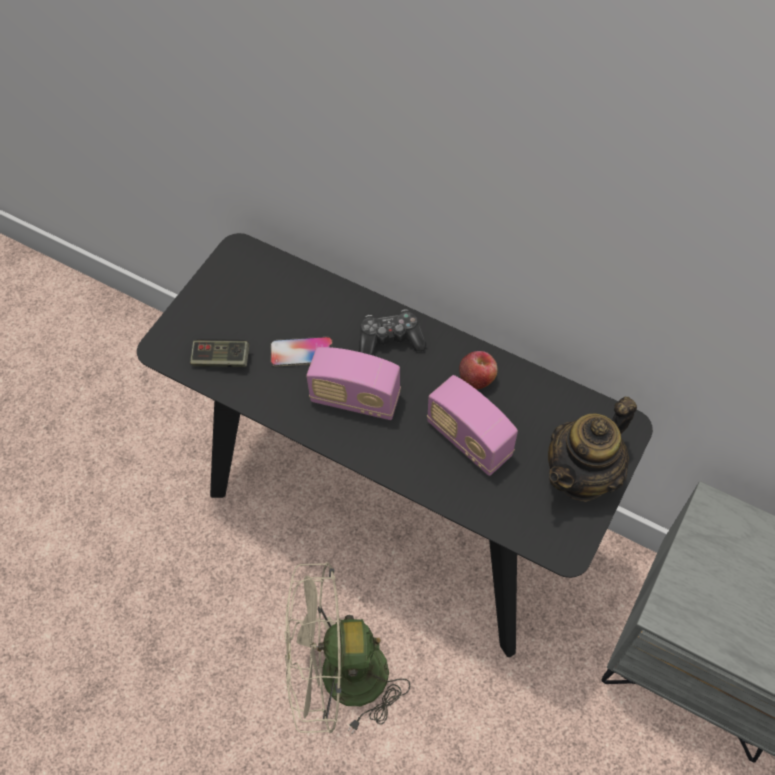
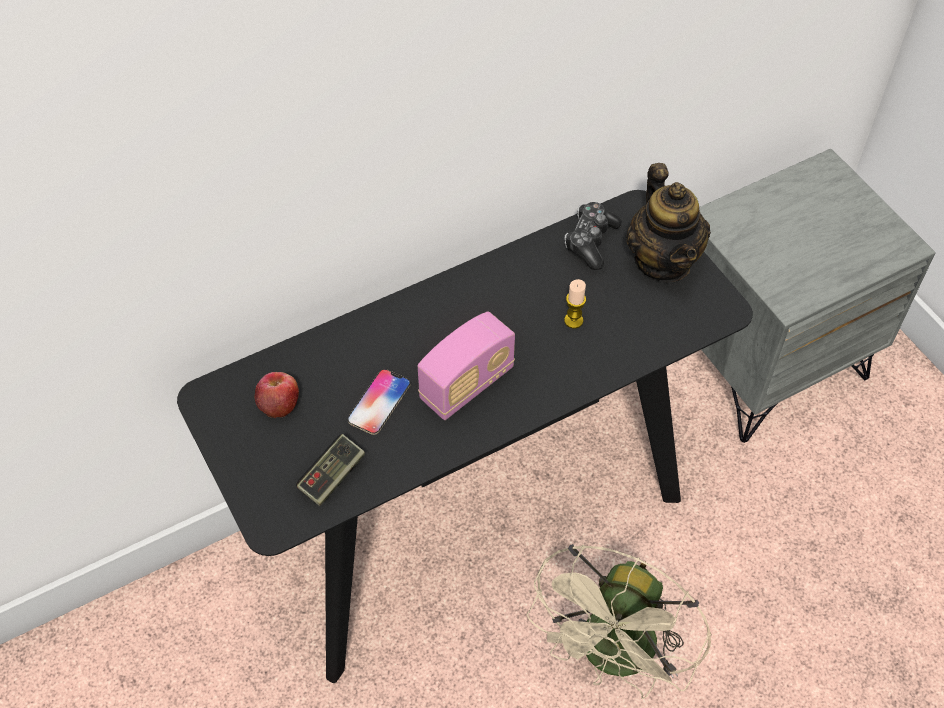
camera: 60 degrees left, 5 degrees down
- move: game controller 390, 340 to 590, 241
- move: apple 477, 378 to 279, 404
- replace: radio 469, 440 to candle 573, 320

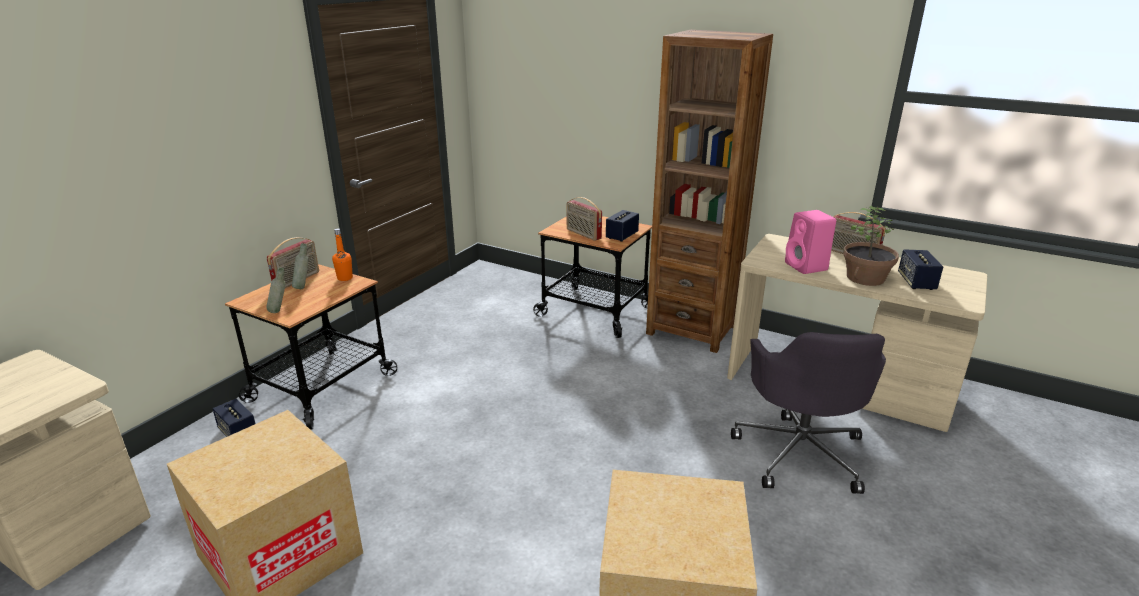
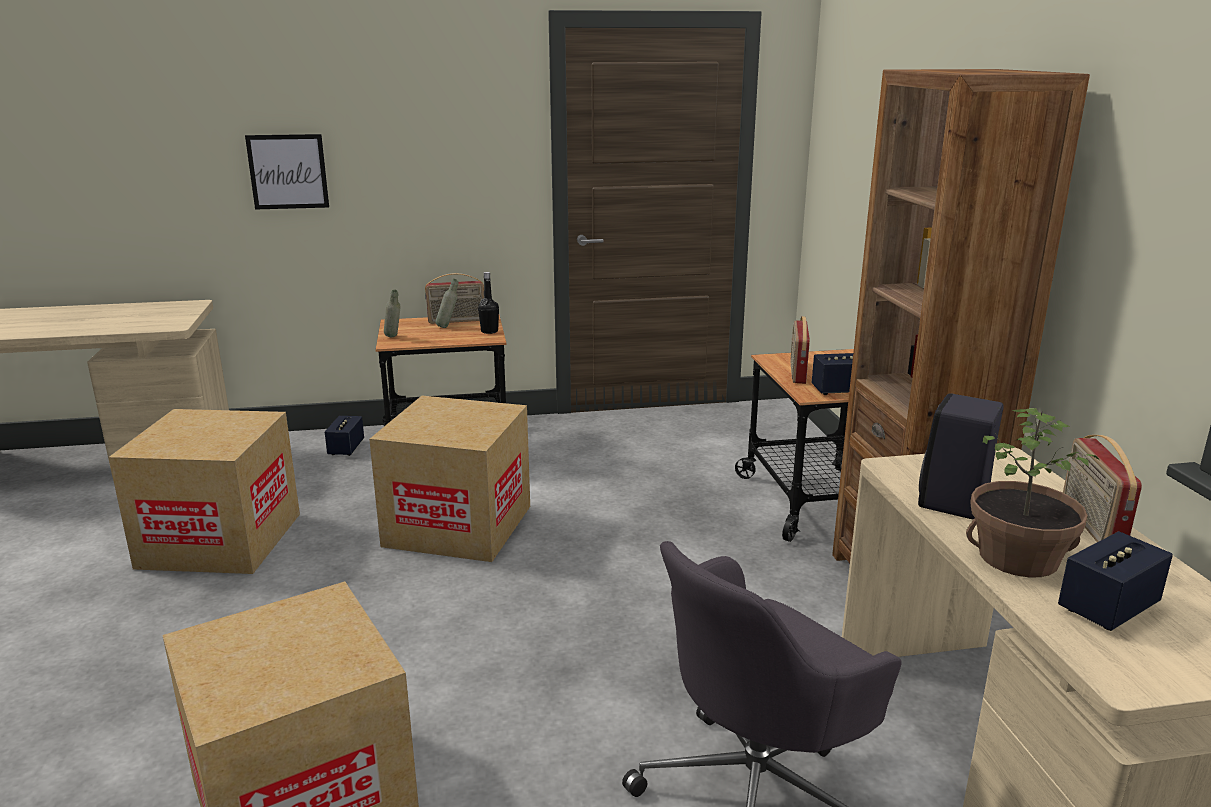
camera: 50 degrees right, 5 degrees down
- recolor: pink speaker 807, 267 to black speaker 953, 503
- recolor: orange bottle 345, 278 to black bottle 489, 331
- insert: picture 288, 171
- insert: cardboard box 458, 525

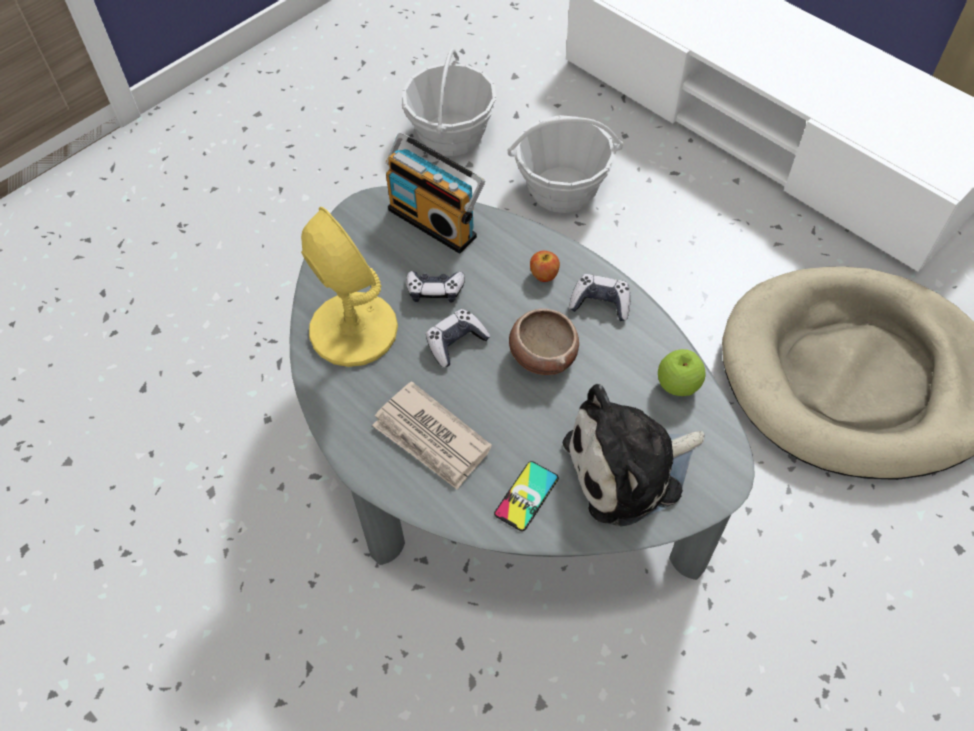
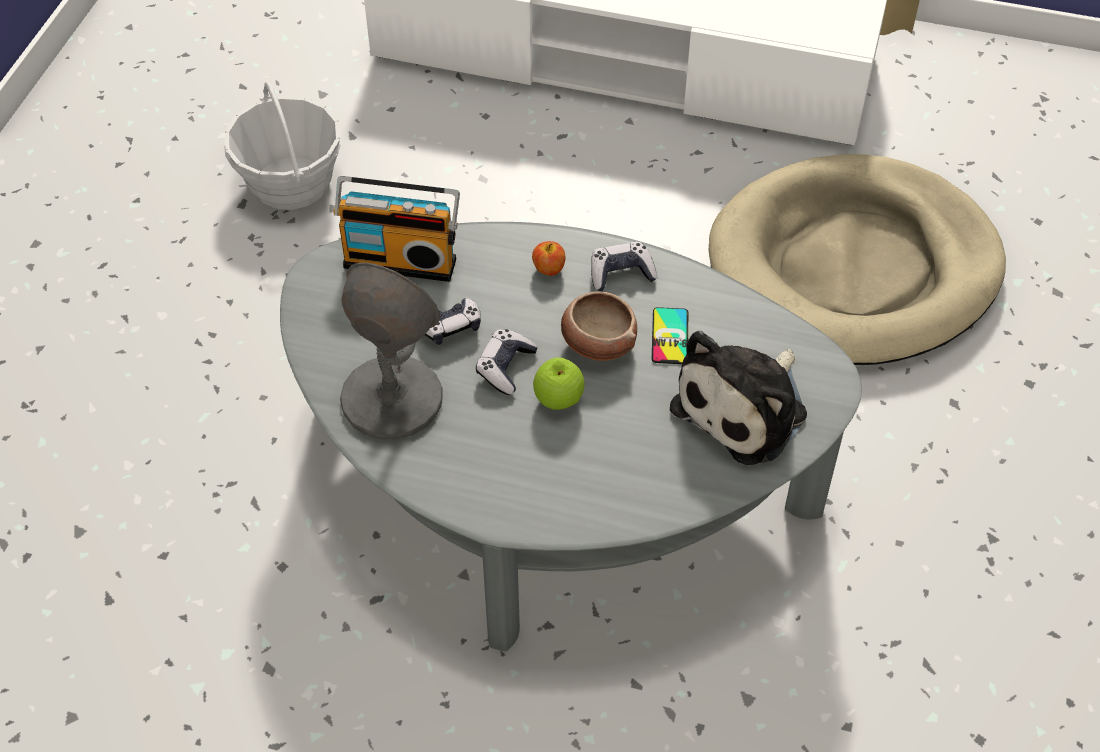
camera: 30 degrees left, 5 degrees down
- delete: basket 562, 189
- recolor: yellow table lamp 353, 330 to grey table lamp 391, 399
- move: apple 678, 385 to 558, 399
- delete: newspaper 431, 438
- move: phone 526, 496 to 670, 336

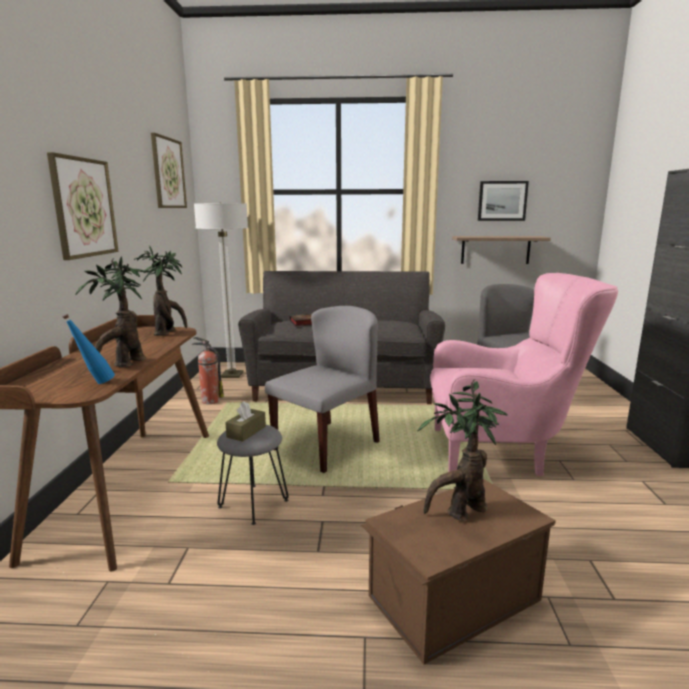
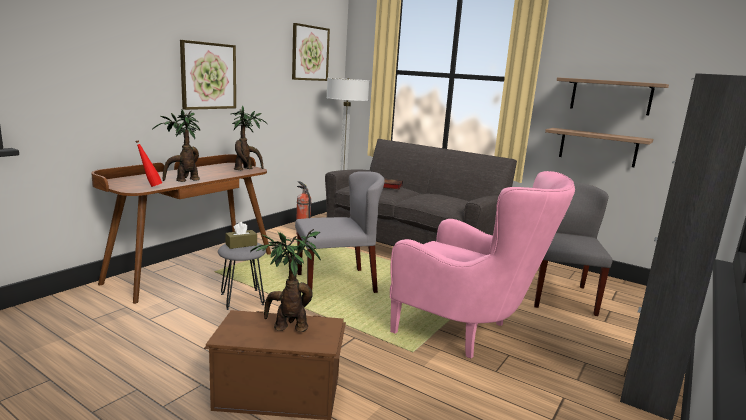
camera: 30 degrees right, 0 degrees up
- replace: picture 502, 201 to shelf 610, 96
- recolor: blue bottle 95, 383 to red bottle 150, 186

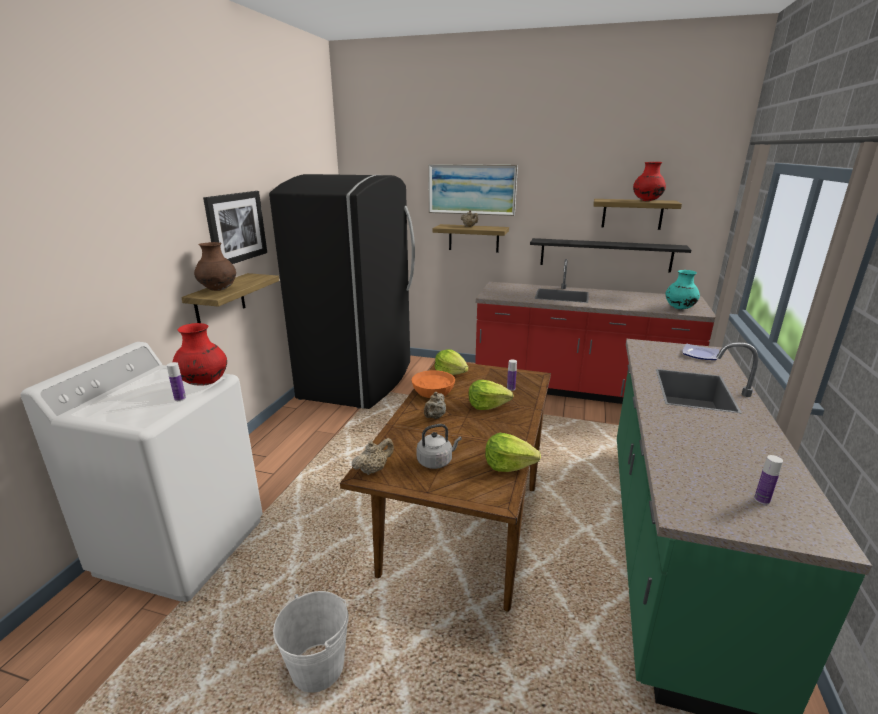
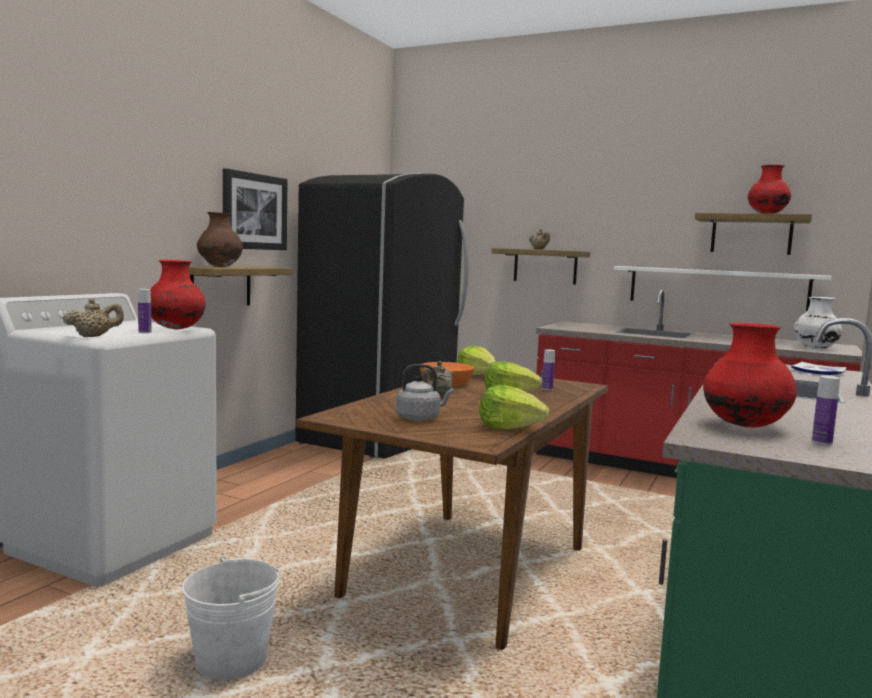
camera: 10 degrees right, 15 degrees down
- delete: picture 472, 189
- recolor: black shelf 605, 255 to white shelf 716, 288
- recolor: turquoise vase 679, 308 to white vase 815, 348
- move: beige teapot 373, 470 to 94, 336
- insert: red vase 745, 426

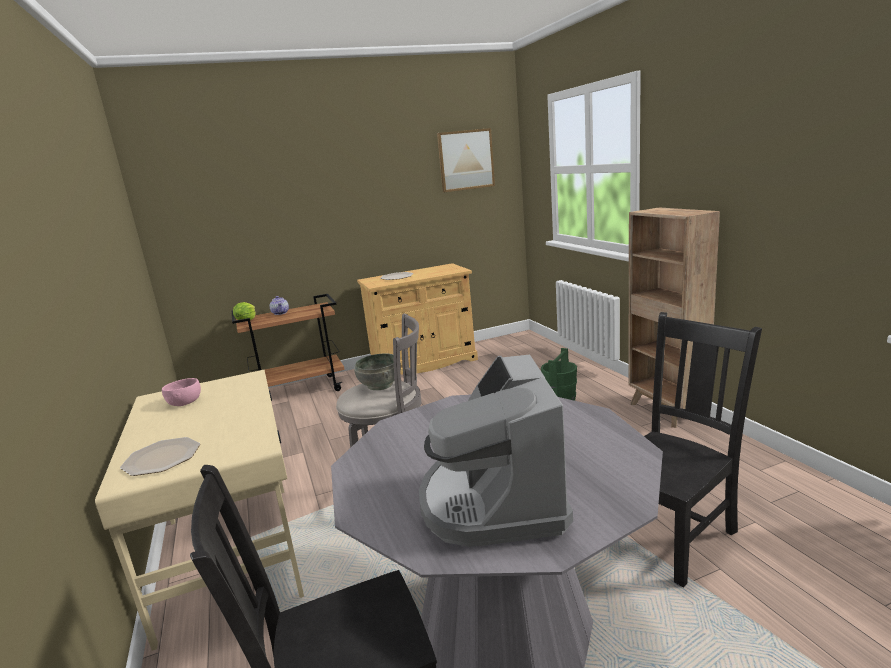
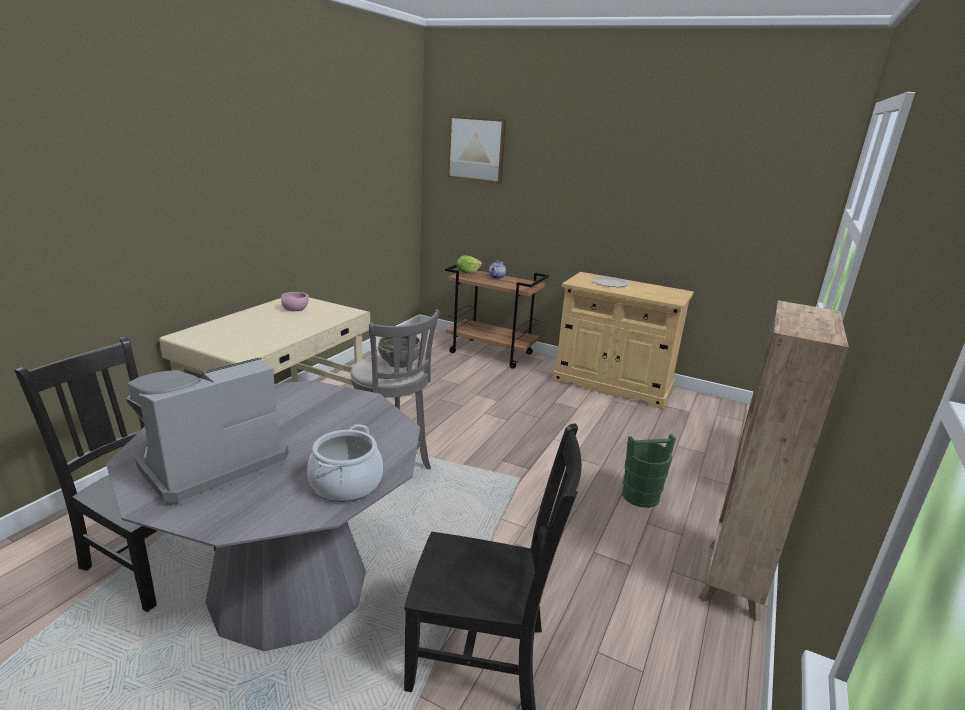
camera: 45 degrees right, 5 degrees up
- move: picture 466, 160 to 476, 149
- delete: plate 161, 458
- insert: cooking pot 346, 484

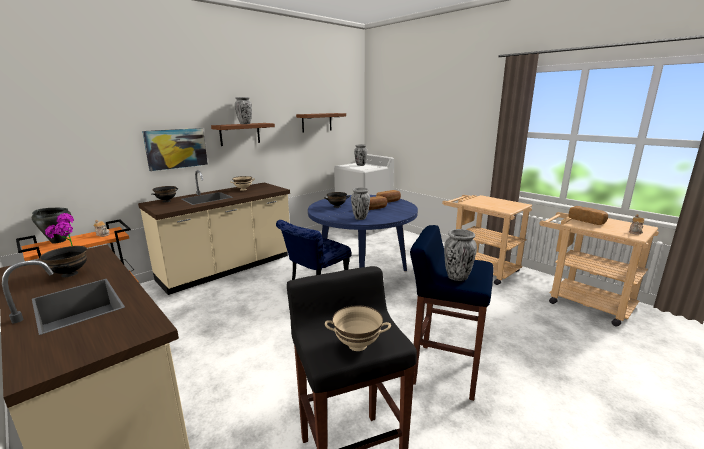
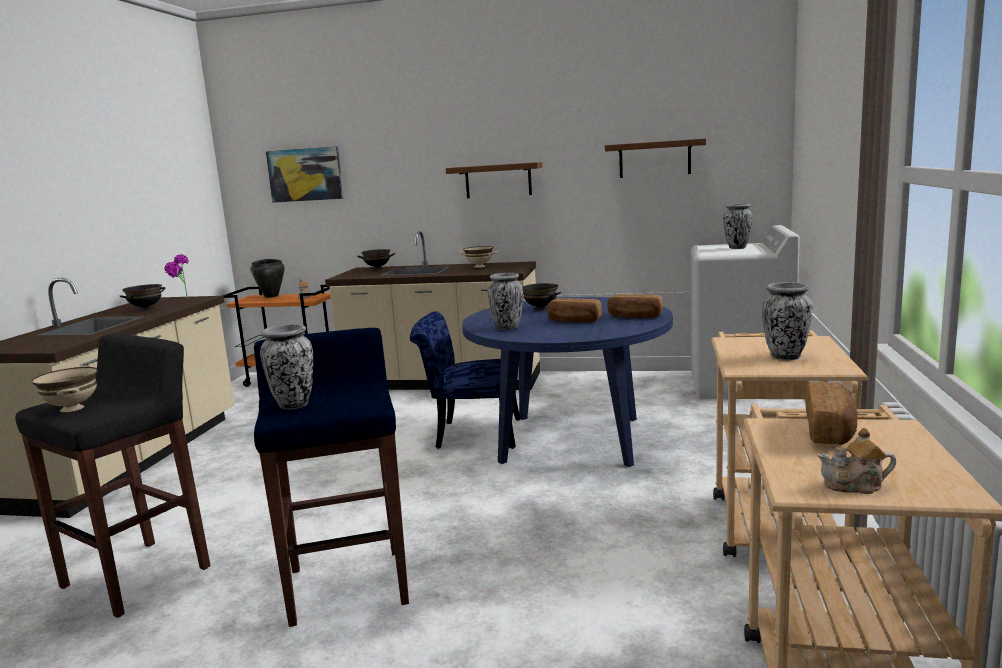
camera: 55 degrees right, 5 degrees down
- move: vase 245, 124 to 785, 356
- move: picture 176, 148 to 305, 174

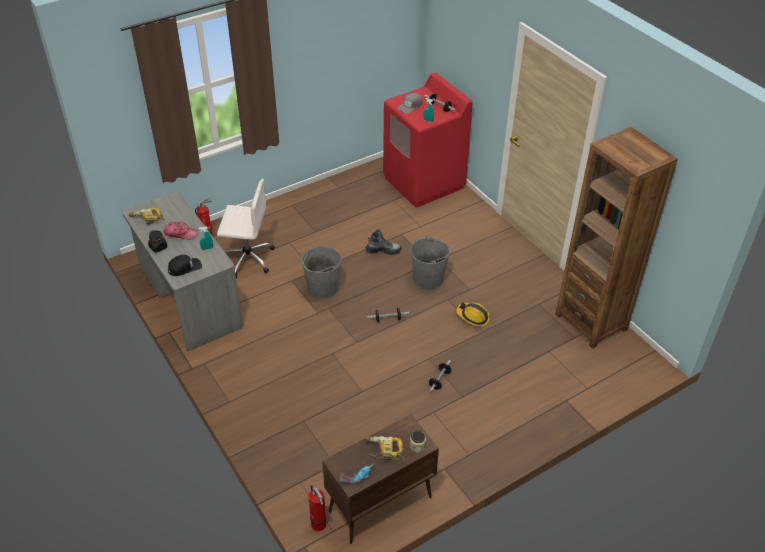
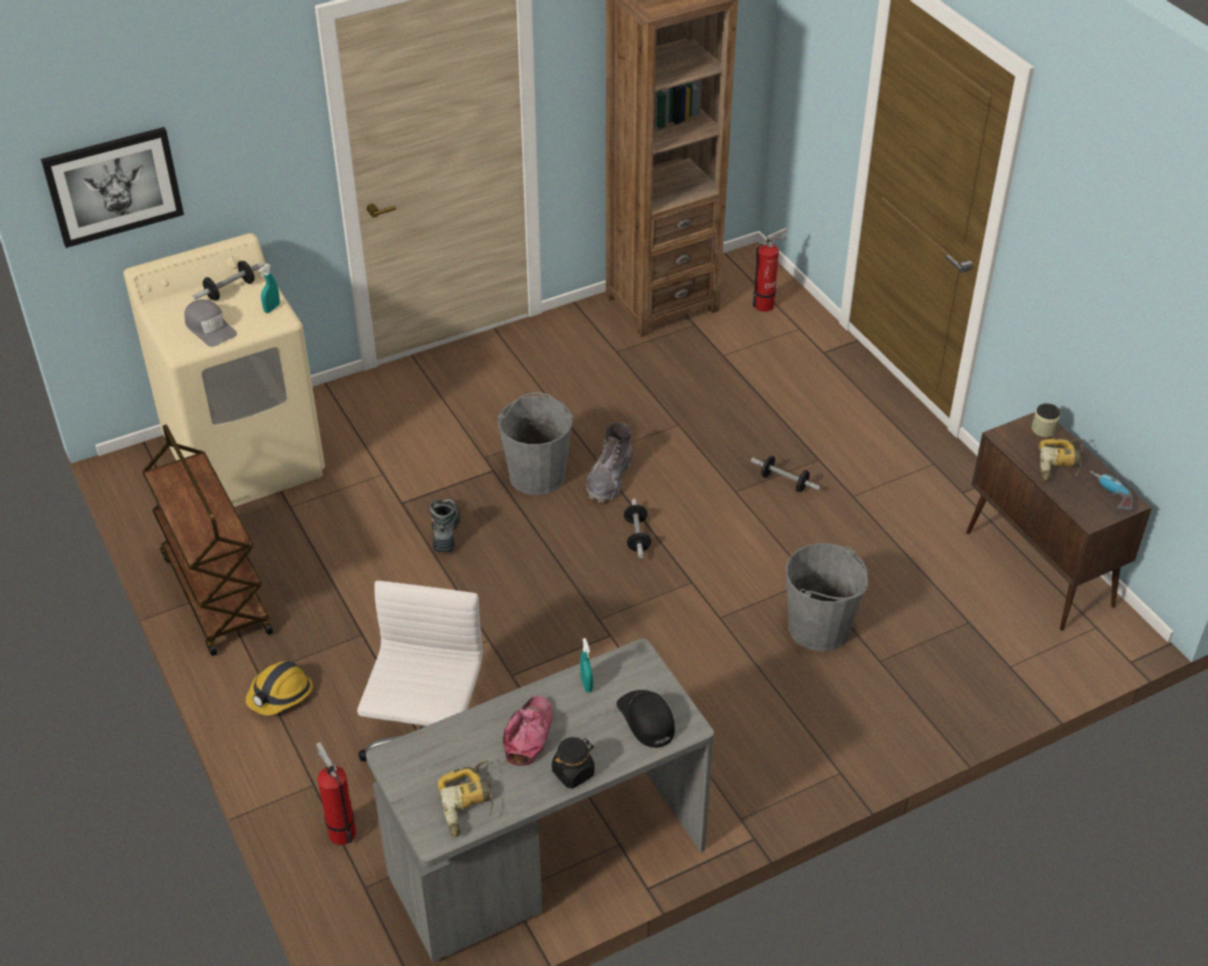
camera: 85 degrees left, 0 degrees up
- recolor: red washing machine 424, 183 to beige washing machine 246, 457
- move: grey bucket 322, 288 to 819, 628
- move: hard hat 473, 316 to 280, 694
- move: fire extinguisher 319, 526 to 766, 304
- insert: picture 113, 186
- insert: grey boot 609, 479
- insert: brown cart 216, 594

